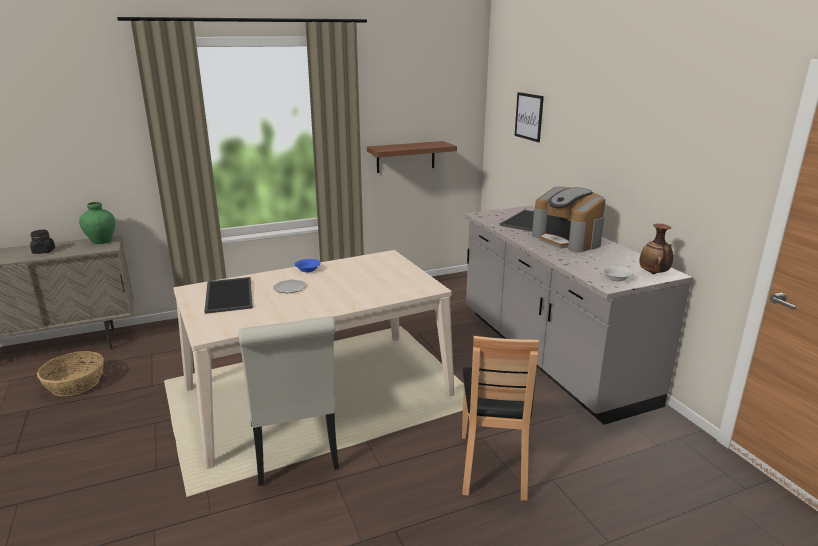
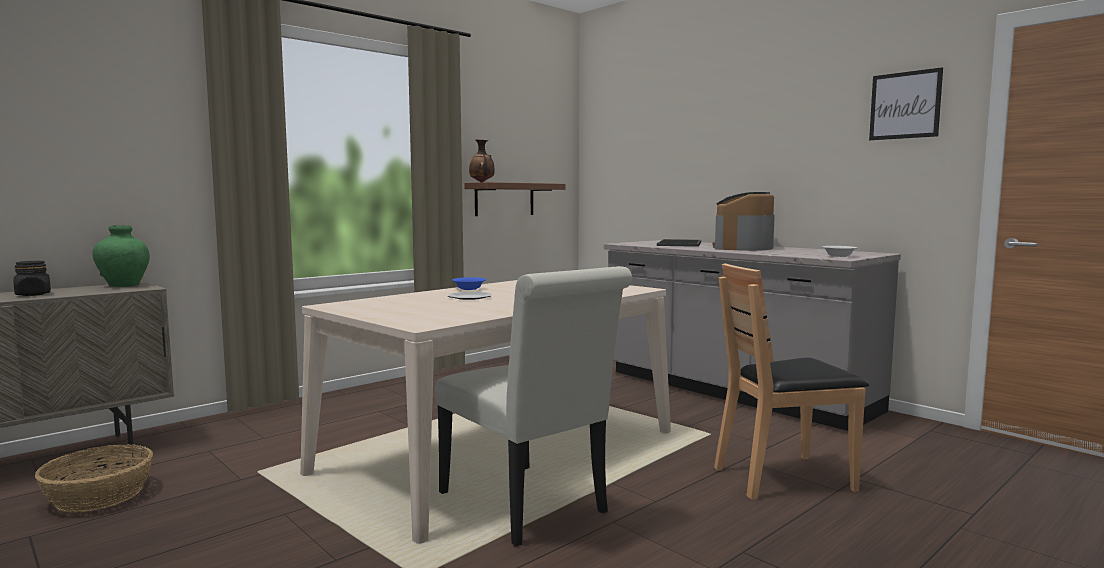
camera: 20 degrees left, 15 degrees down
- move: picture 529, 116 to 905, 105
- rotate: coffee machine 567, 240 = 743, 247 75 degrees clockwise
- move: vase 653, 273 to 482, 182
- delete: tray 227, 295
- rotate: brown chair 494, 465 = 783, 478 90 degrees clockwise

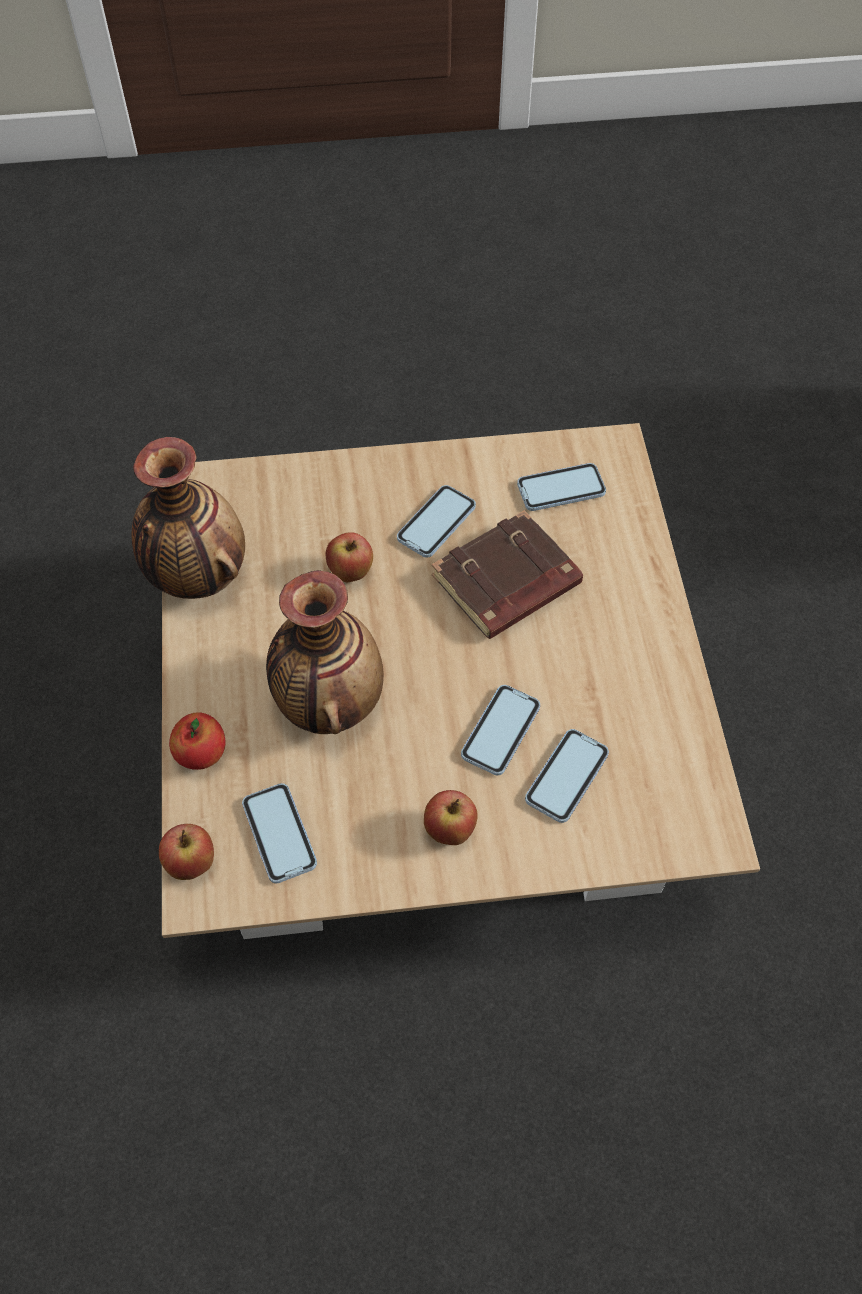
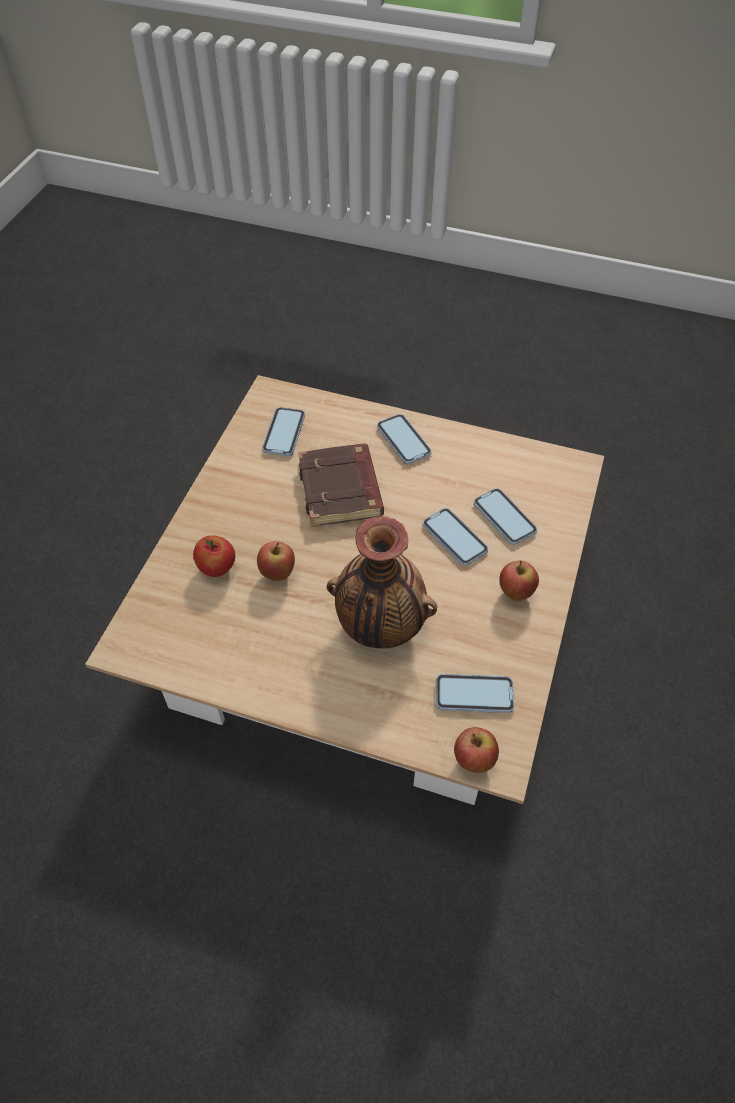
camera: 65 degrees left, 5 degrees down
- delete: vase 197, 575
- move: phone 436, 523 to 403, 440
- move: apple 201, 755 to 217, 568

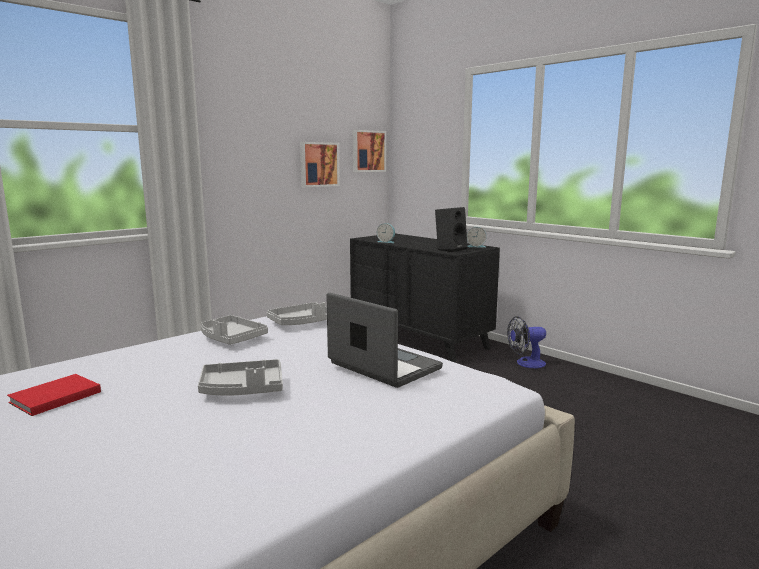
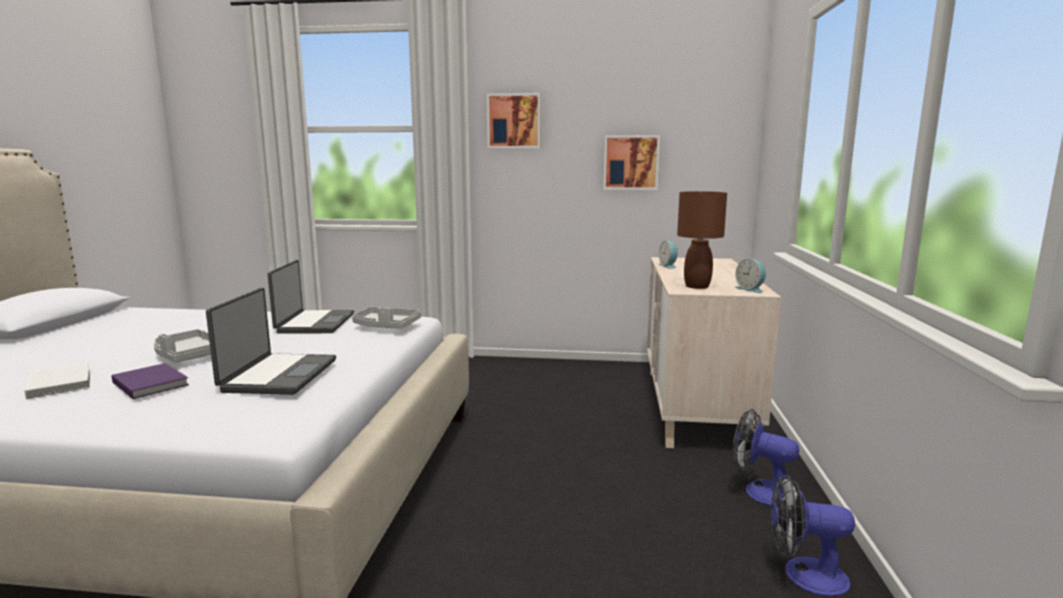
camera: 50 degrees right, 0 degrees up
- move: picture 368, 151 to 514, 121
- replace: black speaker 450, 249 to brown table lamp 697, 286
- recolor: black dresser 419, 338 to beige dresser 696, 407
- replace: grey tray 231, 338 to laptop 314, 323
- delete: red book 53, 397
- insert: white book 61, 382
- insert: purple book 151, 383
- insert: fan 804, 575

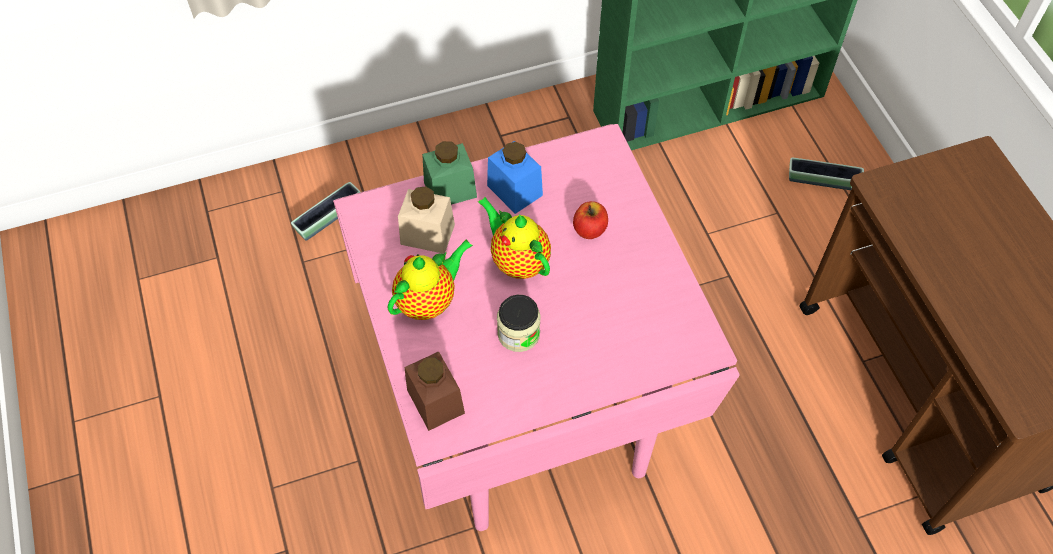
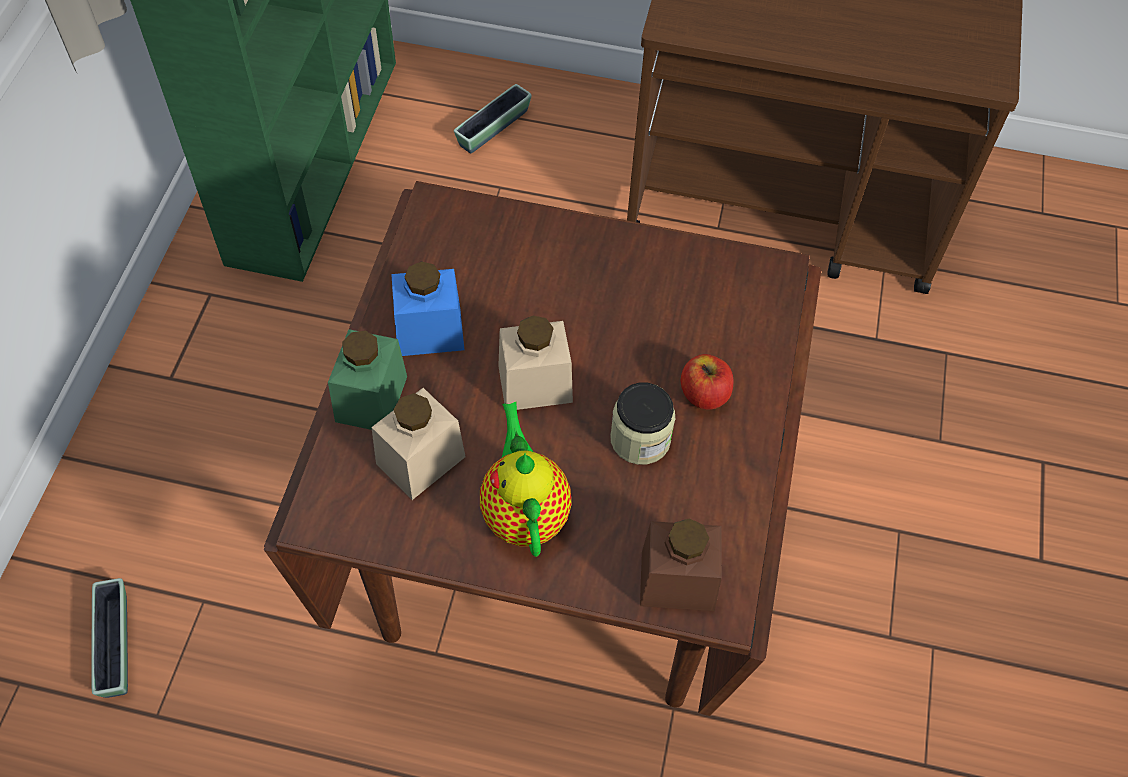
camera: 60 degrees left, 0 degrees up
- recolor: pink dining table 528, 404 to brown dining table 557, 560
- replace: teapot 517, 260 to beige jar 535, 384
- move: apple 590, 229 to 704, 394

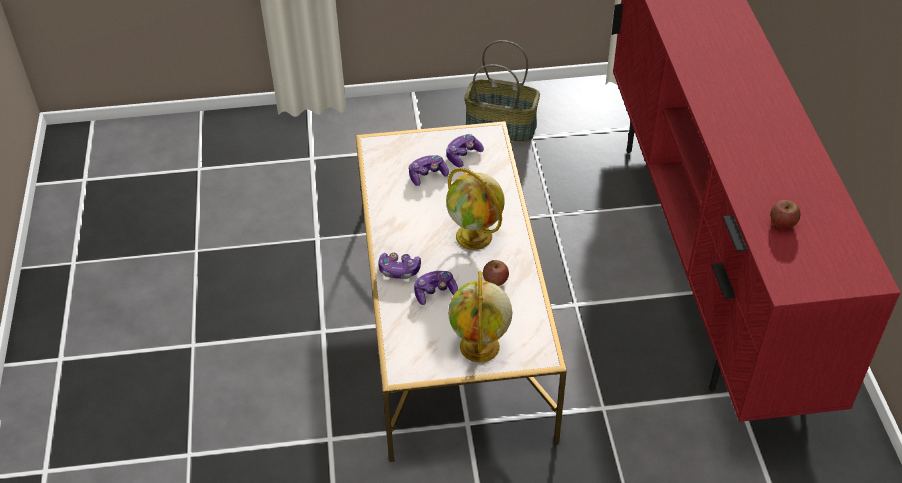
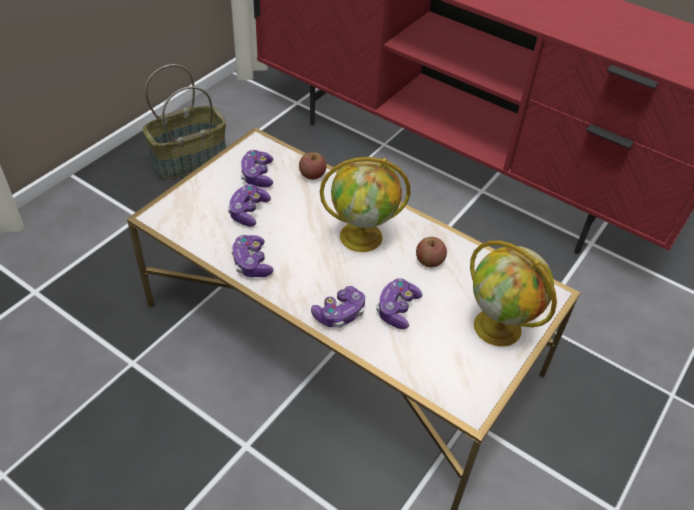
camera: 50 degrees left, 0 degrees up
- move: apple 782, 223 to 312, 175
- insert: game controller 251, 263

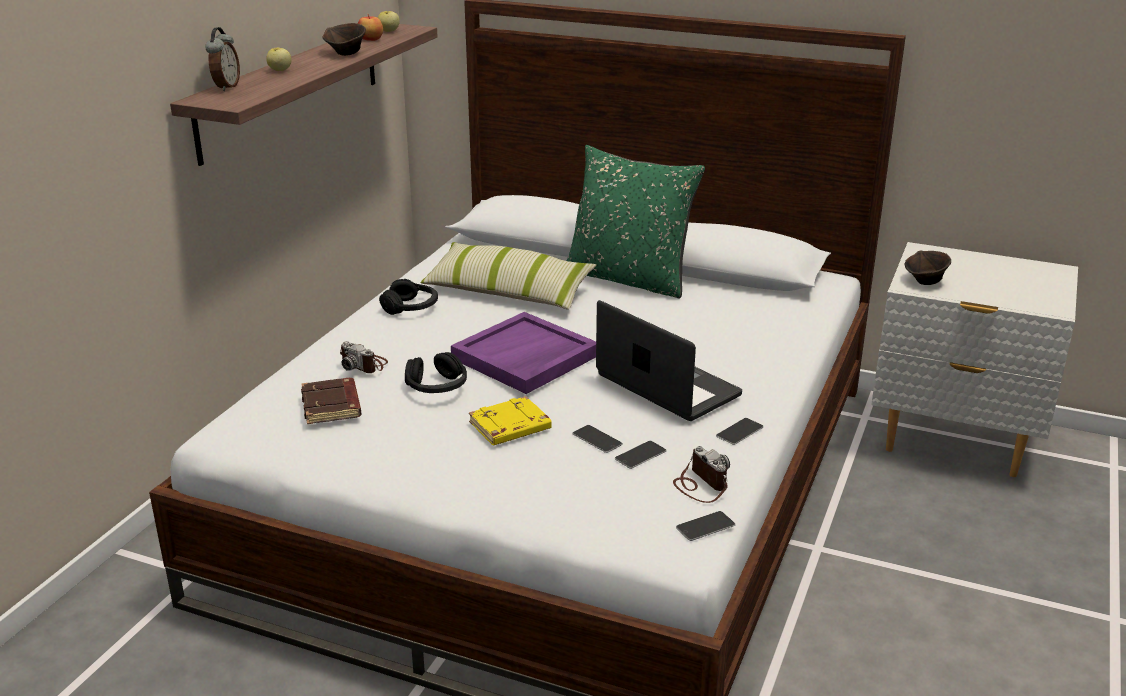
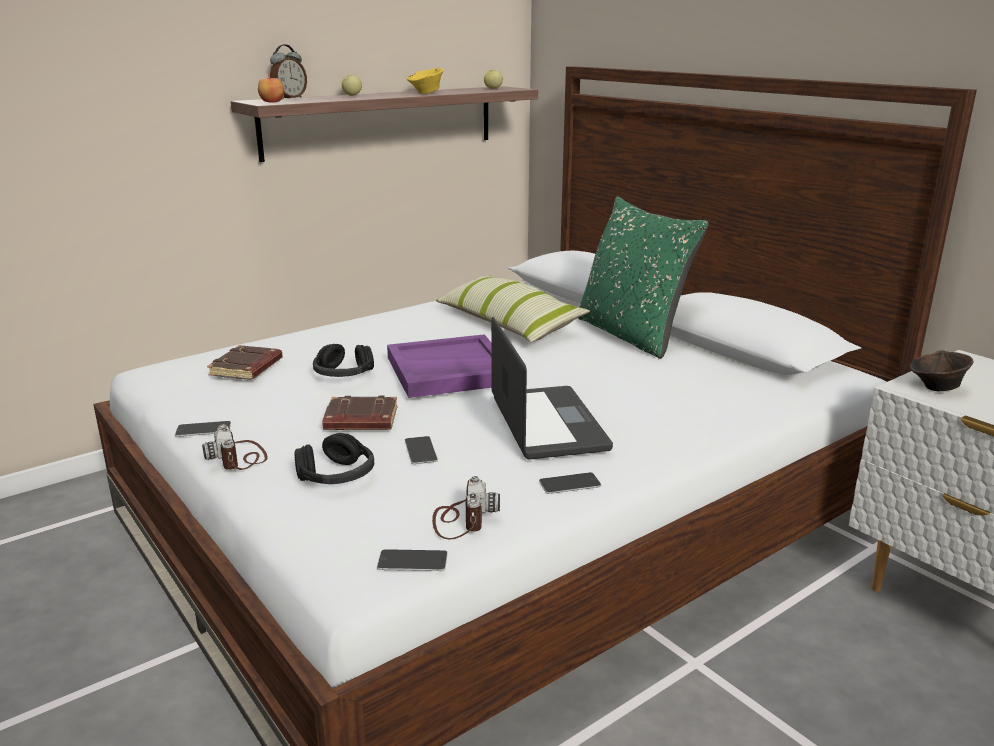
camera: 30 degrees right, 5 degrees down
- move: apple 370, 39 to 271, 102
- recolor: brown bowl 346, 54 to yellow bowl 426, 93
- move: black headphones 411, 307 to 337, 476
- move: photo camera 364, 364 to 239, 457
- recolor: yellow book 510, 427 to brown book 360, 420
- move: phone 640, 455 to 203, 429

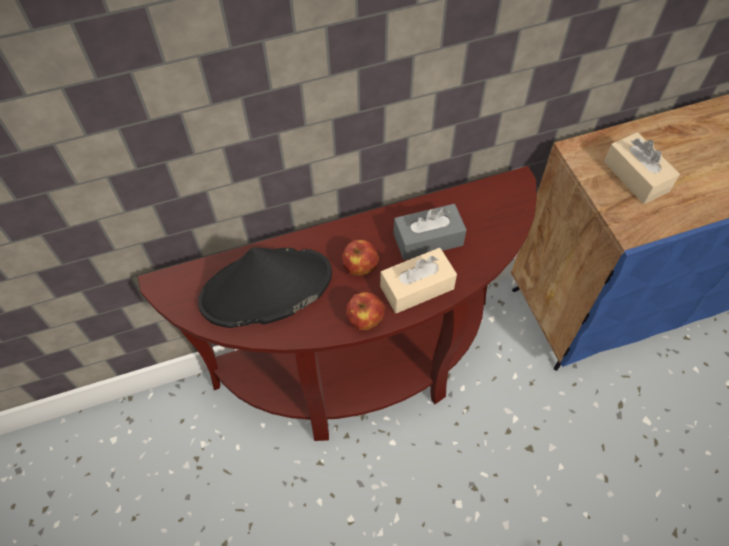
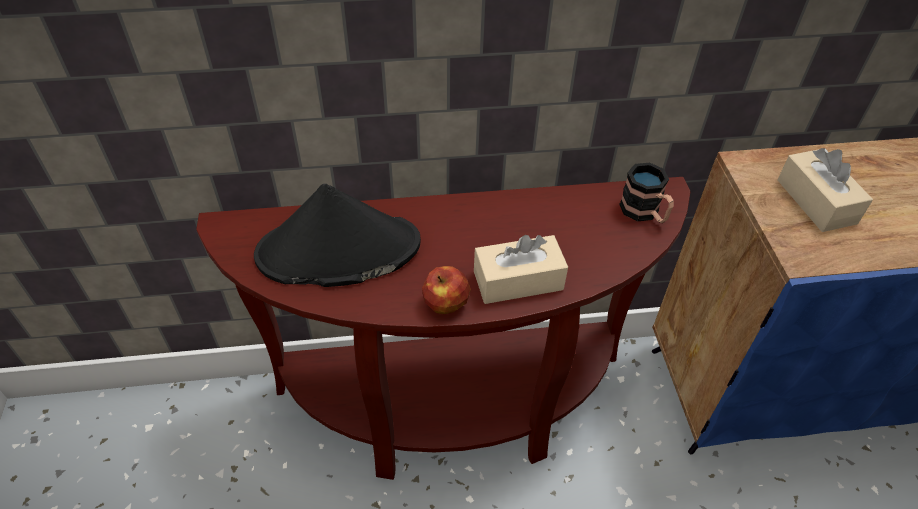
camera: 10 degrees right, 10 degrees down
- delete: grey tissue box 428, 239
- delete: apple 360, 267
- insert: mug 644, 213

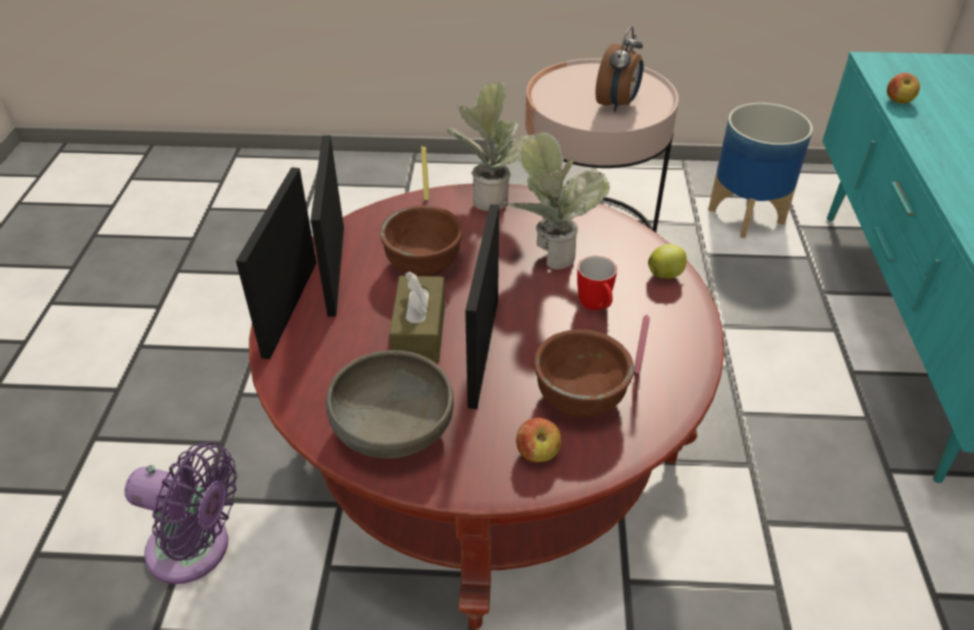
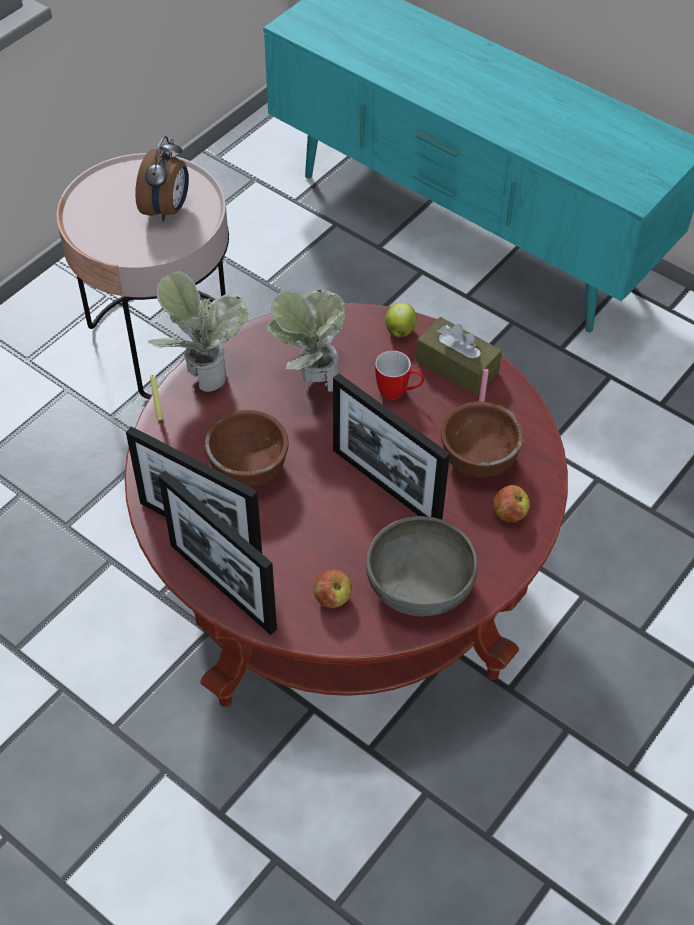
camera: 55 degrees left, 10 degrees up
- rotate: alarm clock 618, 104 = 167, 209 45 degrees clockwise
- move: apple 898, 101 to 332, 598
- delete: planter 747, 215
- move: brown tissue box 419, 331 to 457, 366
- delete: purple fan 196, 550

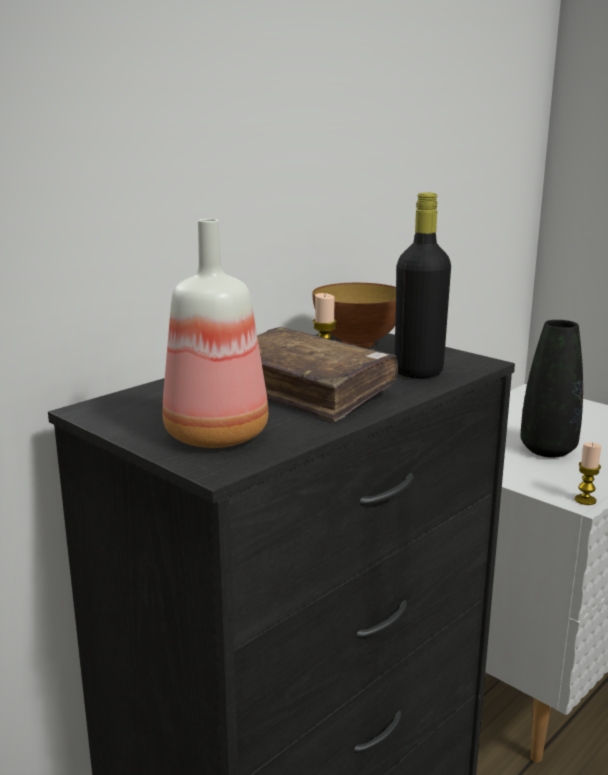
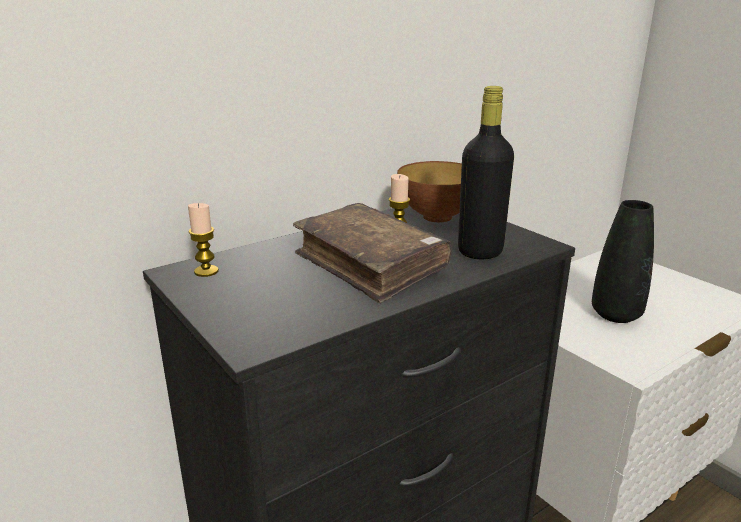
camera: 10 degrees right, 5 degrees up
- delete: bottle 219, 436
- move: candle 585, 500 to 206, 271

